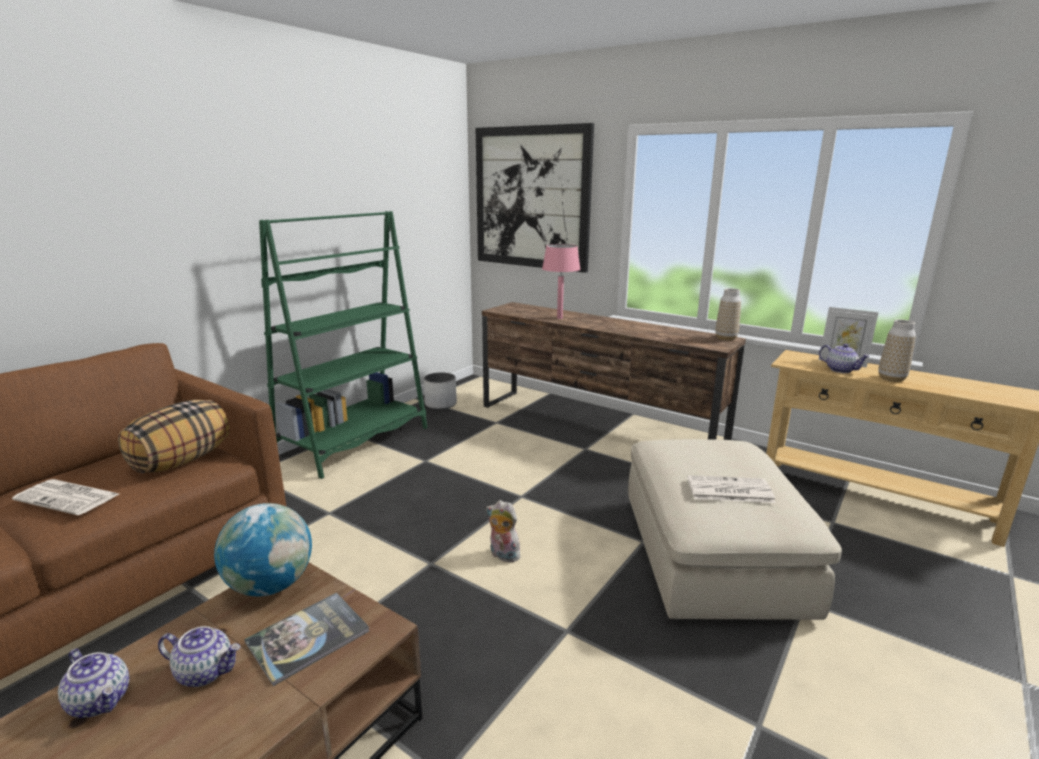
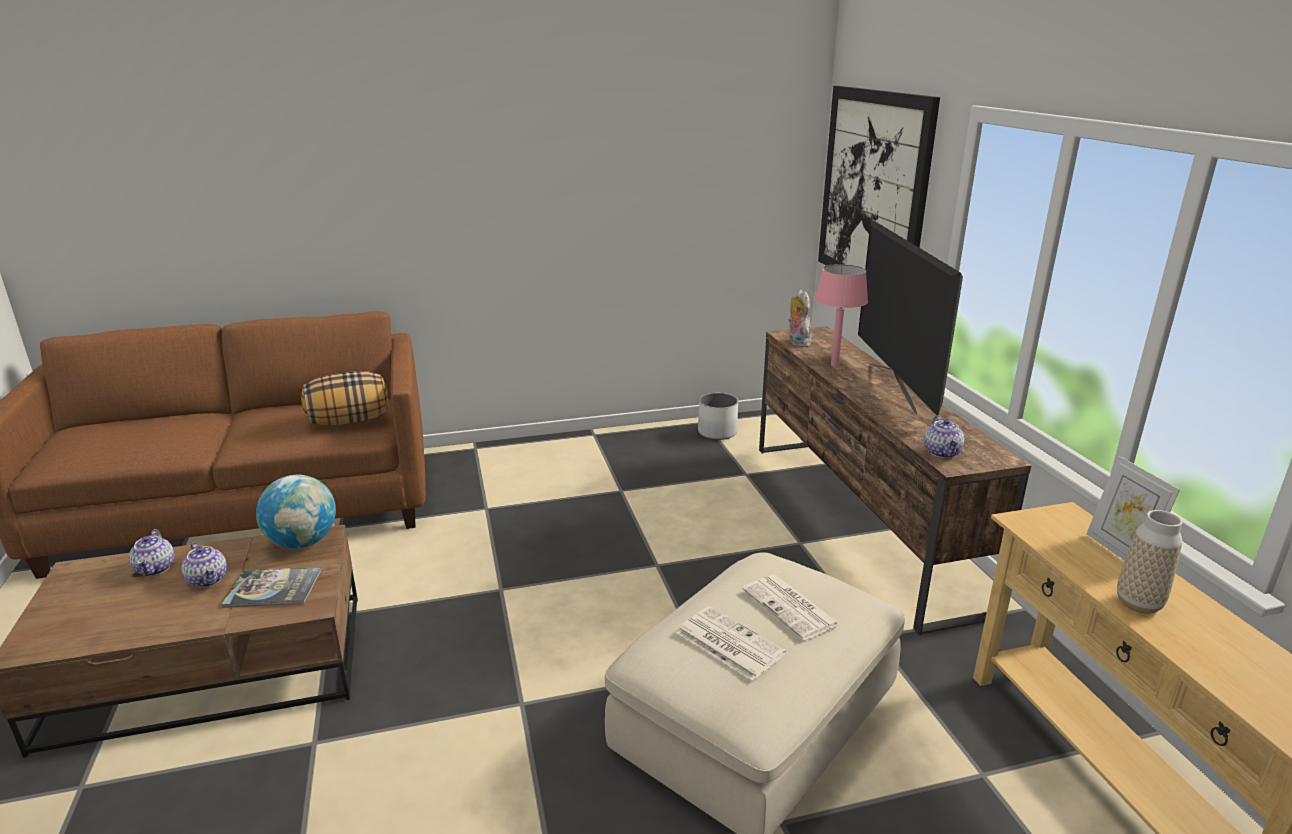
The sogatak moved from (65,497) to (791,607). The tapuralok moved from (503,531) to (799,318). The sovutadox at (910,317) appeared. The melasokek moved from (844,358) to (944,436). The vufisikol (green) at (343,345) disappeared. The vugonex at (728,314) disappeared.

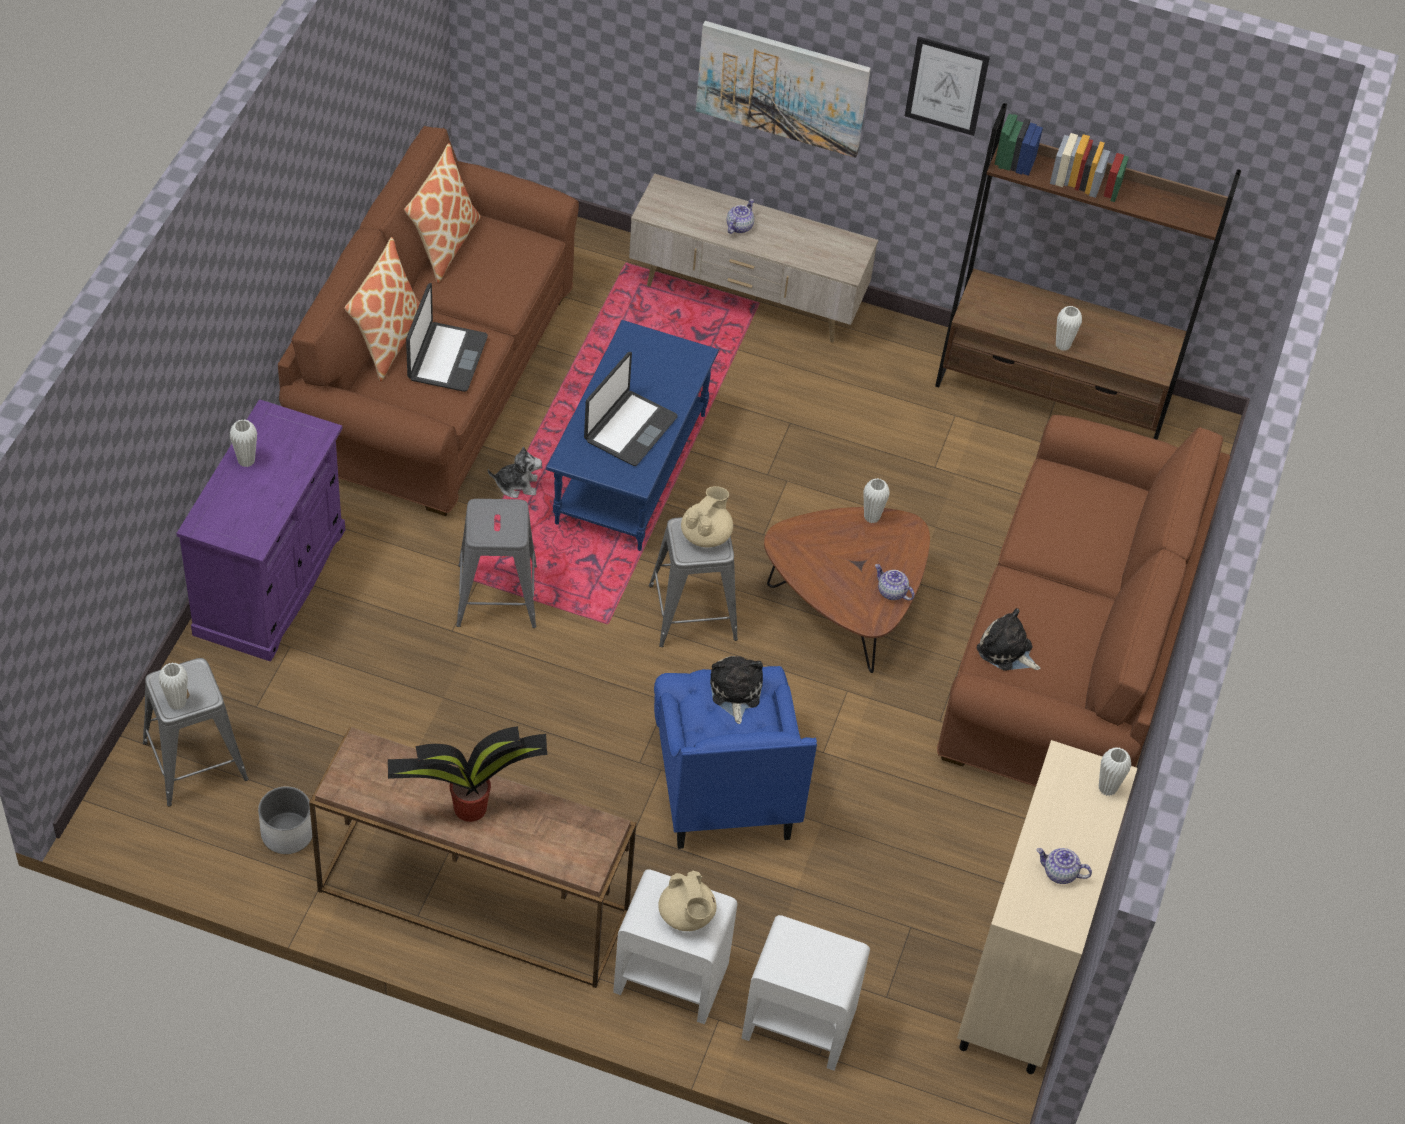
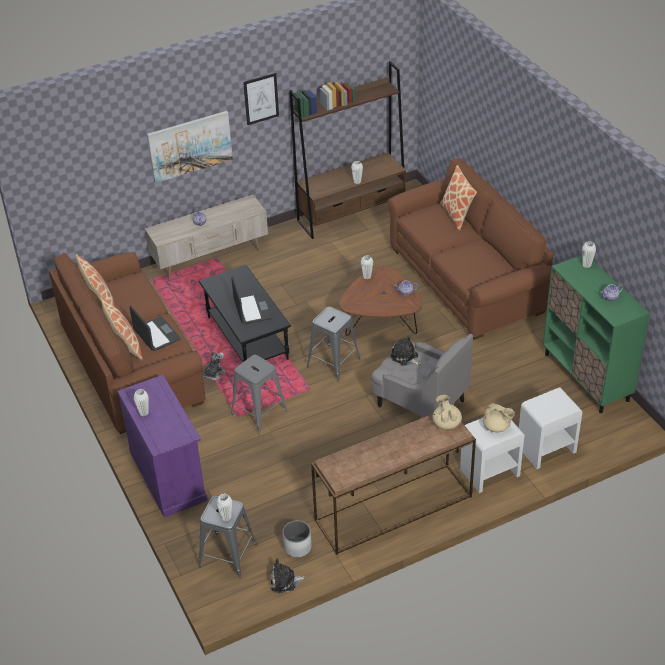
The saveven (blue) at (632,435) became the saveven (black) at (245,313). The tapuralok moved from (1008,639) to (288,575). The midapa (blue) at (735,757) became the midapa (grey) at (422,375). The melasokek (beige) moved from (707,516) to (447,412). The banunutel at (458,198) appeared. The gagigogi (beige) at (1047,907) became the gagigogi (green) at (596,334). The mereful at (467,774) disappeared.

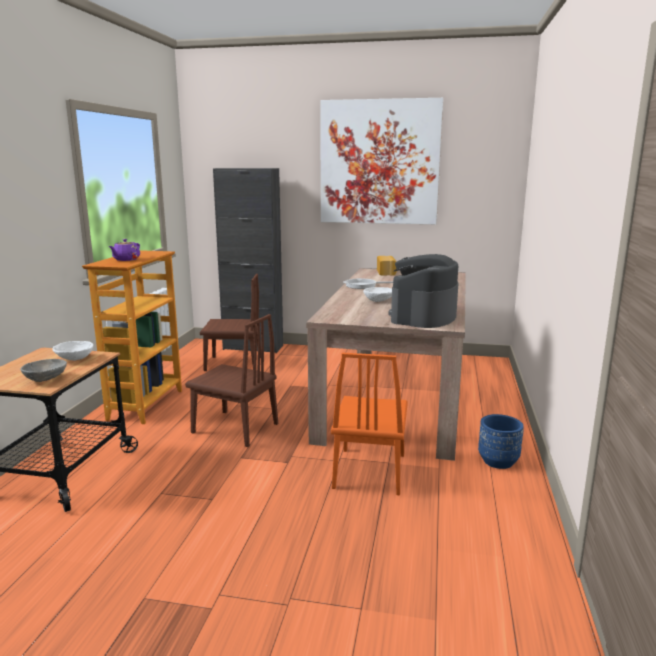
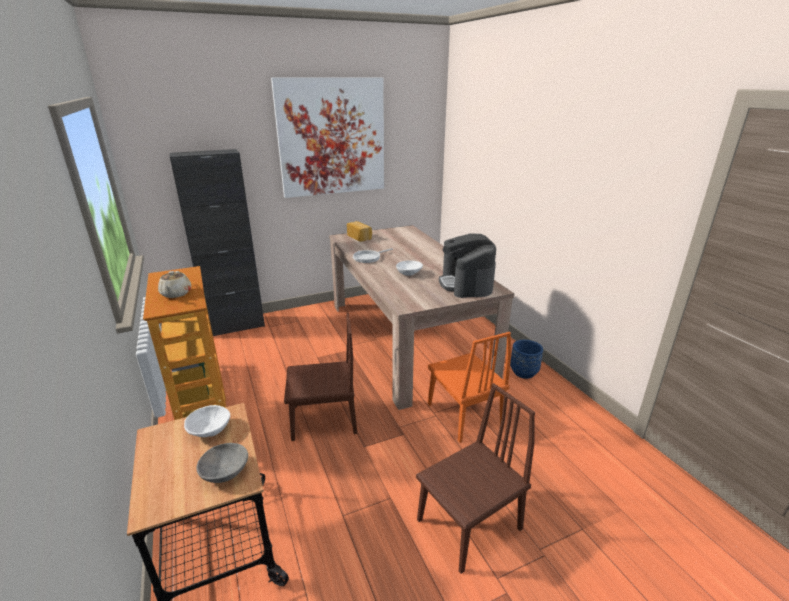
The melasokek (purple) at (124,250) became the melasokek (beige) at (174,284). The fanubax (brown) moved from (230,322) to (475,478).

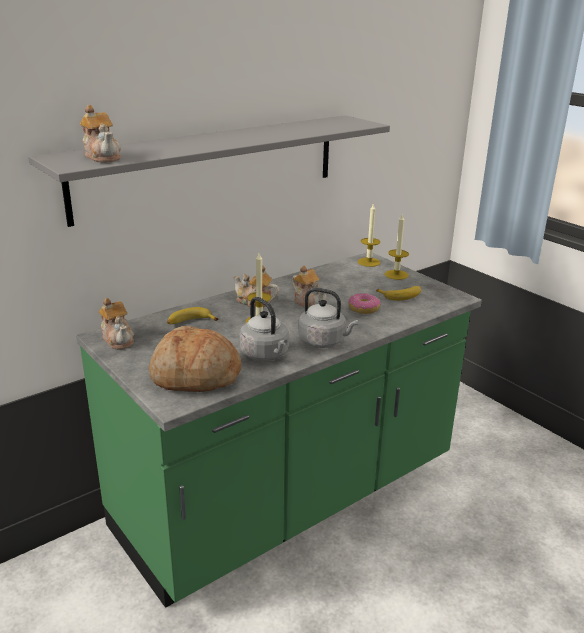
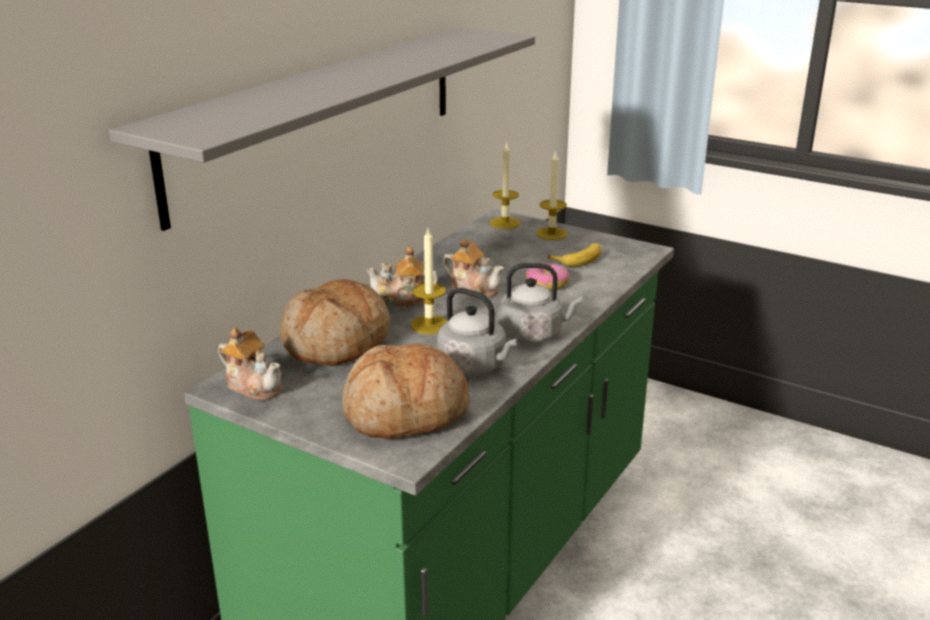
The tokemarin at (192,315) was replaced by the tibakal at (335,322). The melasokek at (100,134) disappeared.

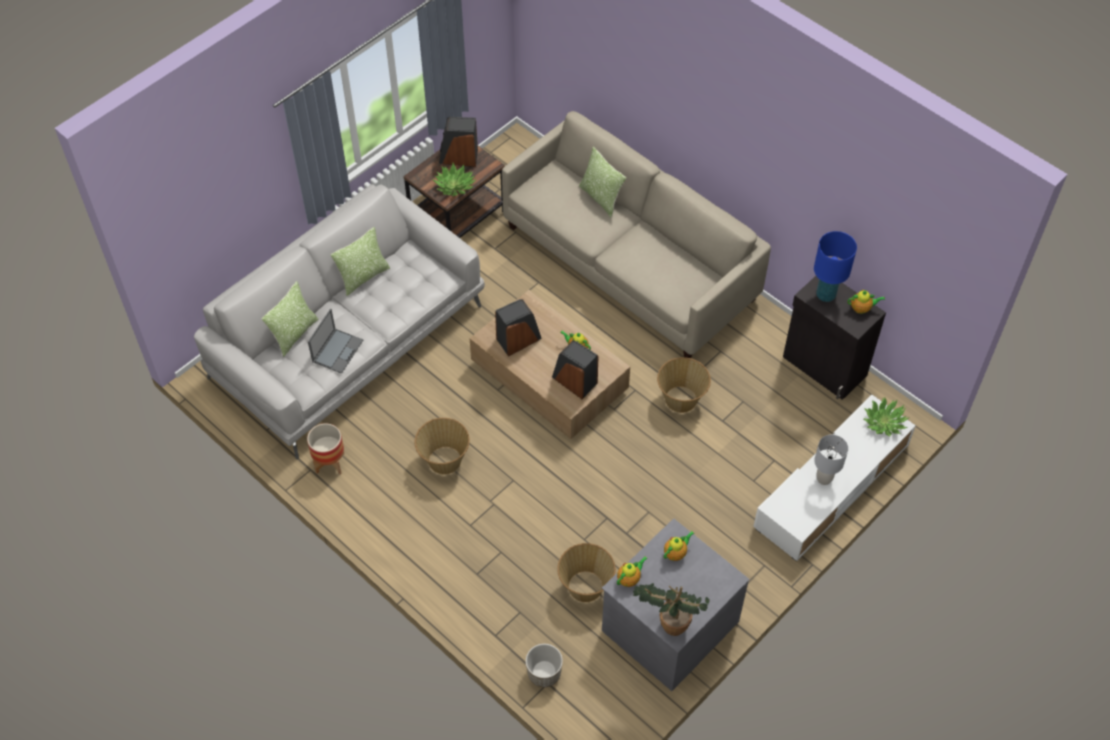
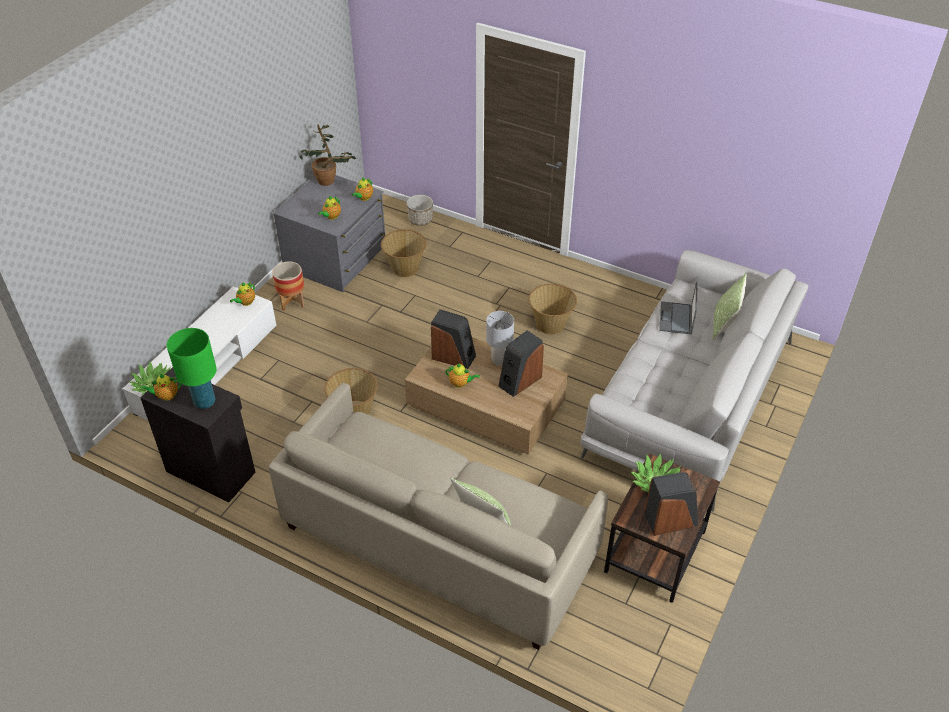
The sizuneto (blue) at (835,266) became the sizuneto (green) at (192,368). The melasokek at (242,294) appeared. The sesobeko moved from (325,448) to (288,286). The sizuneto (grey) moved from (831,460) to (500,338). The banunutel at (360,261) disappeared.

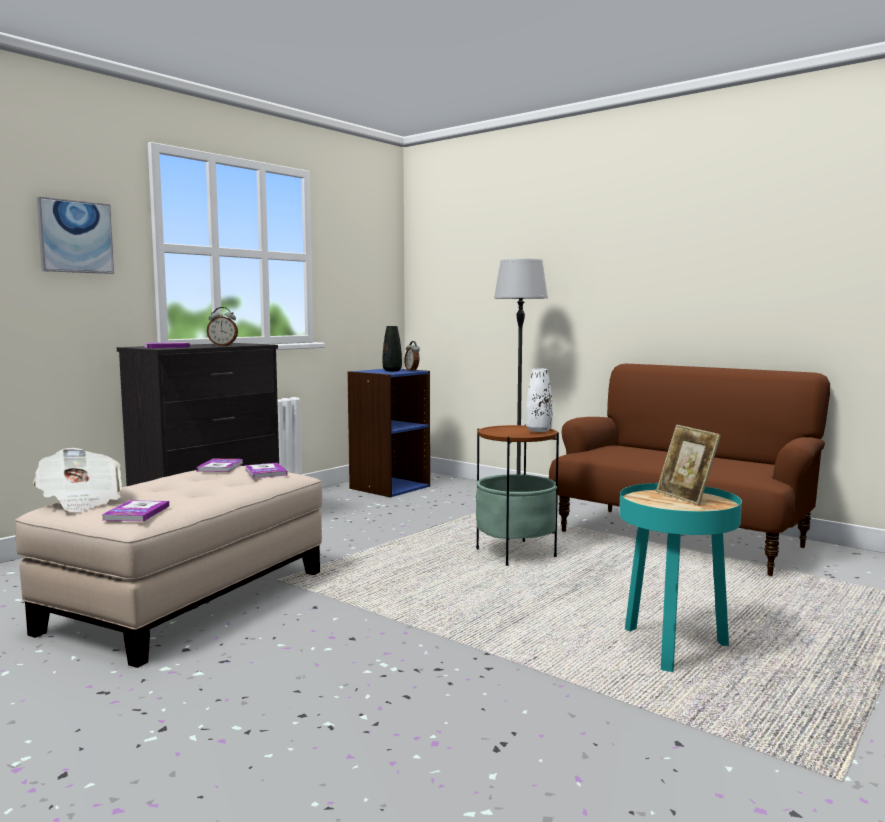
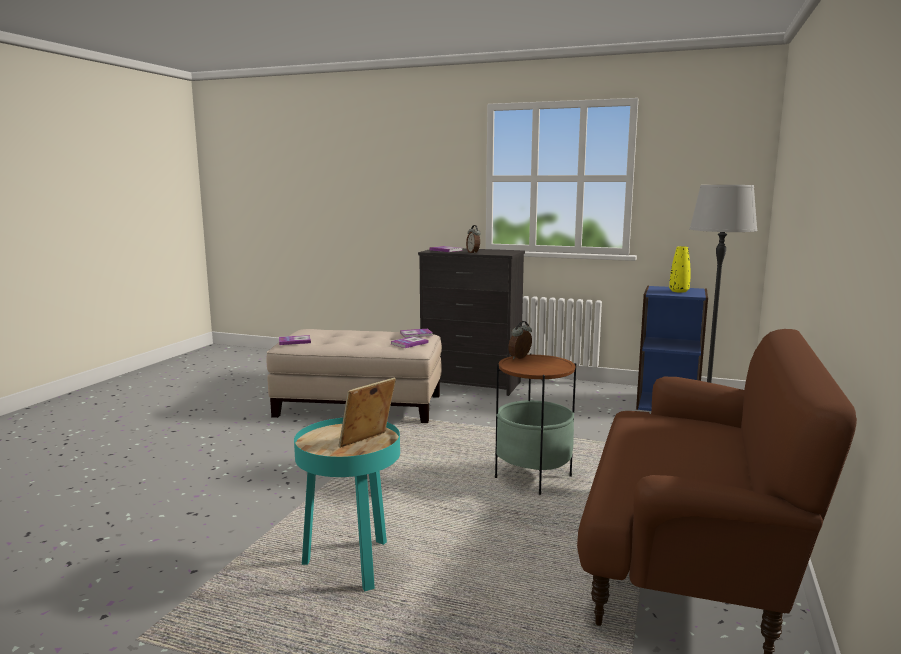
The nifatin moved from (412,356) to (520,340). The vugonex (black) at (392,348) became the vugonex (yellow) at (679,269). The sogatak at (77,480) disappeared. The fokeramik at (75,235) disappeared. The vugonex (white) at (539,400) disappeared.

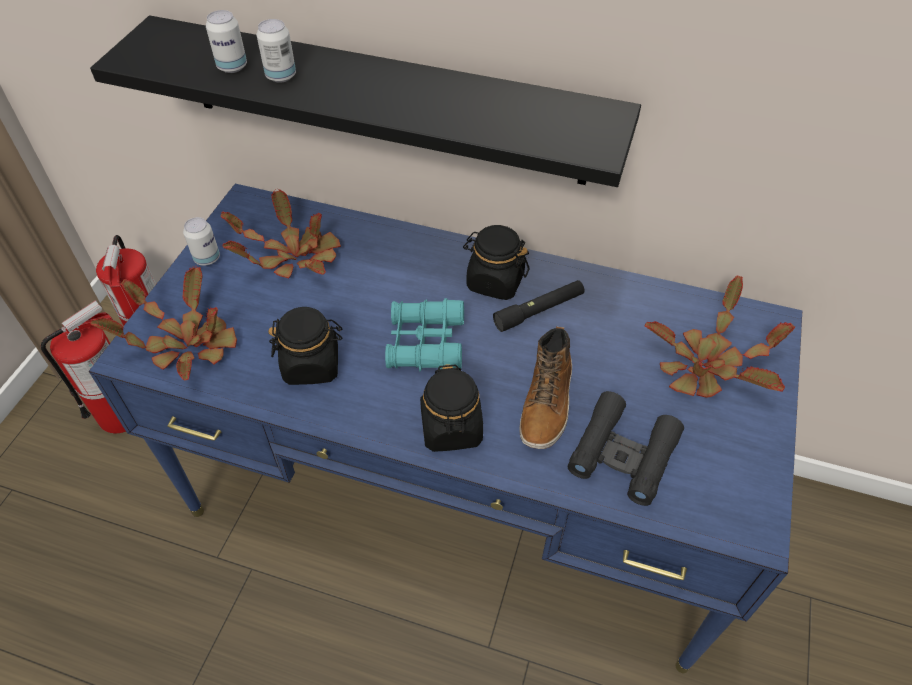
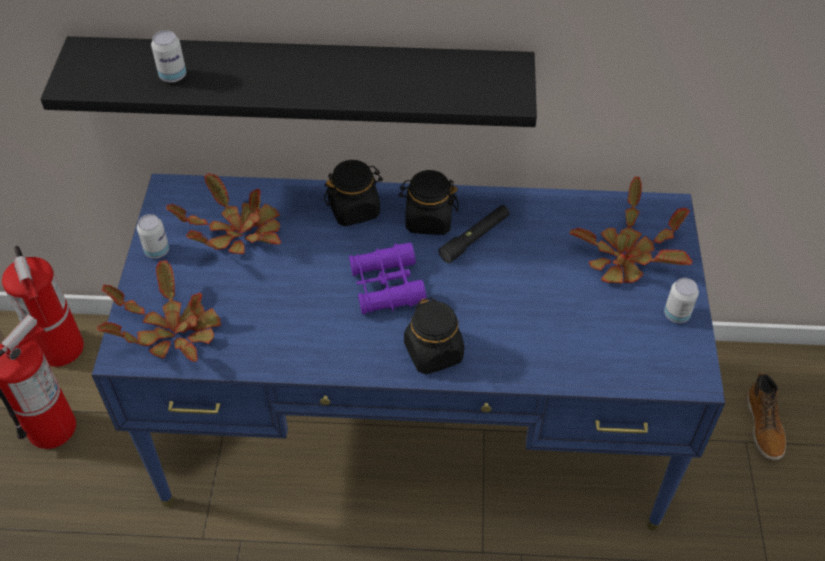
The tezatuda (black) moved from (305,346) to (353,193). The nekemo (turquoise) at (424,335) became the nekemo (purple) at (388,279). The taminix moved from (276,51) to (681,300). The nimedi moved from (545,388) to (766,416). The nekemo (black) at (626,448) disappeared.

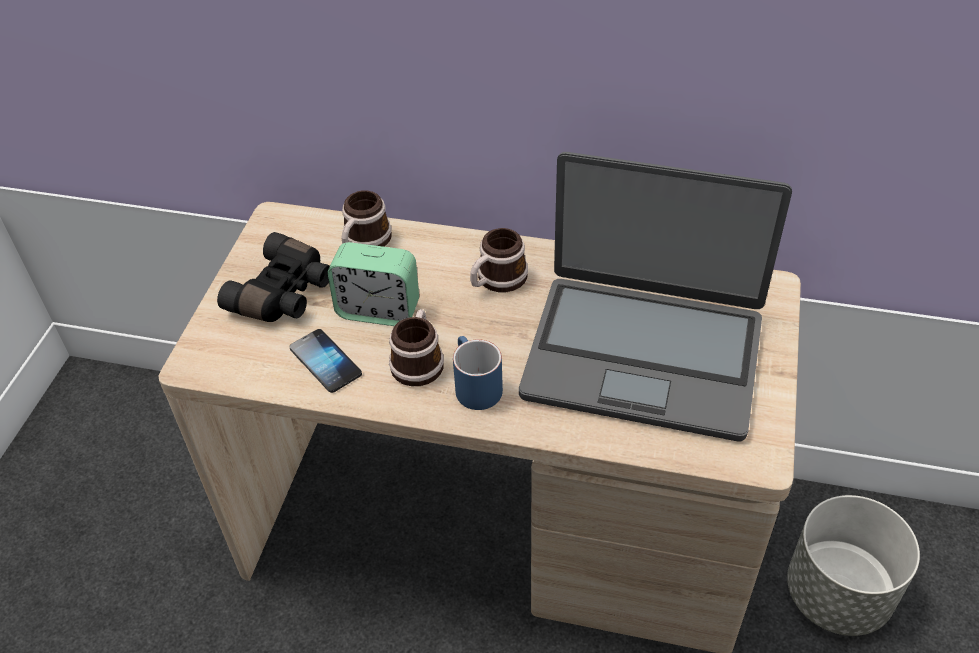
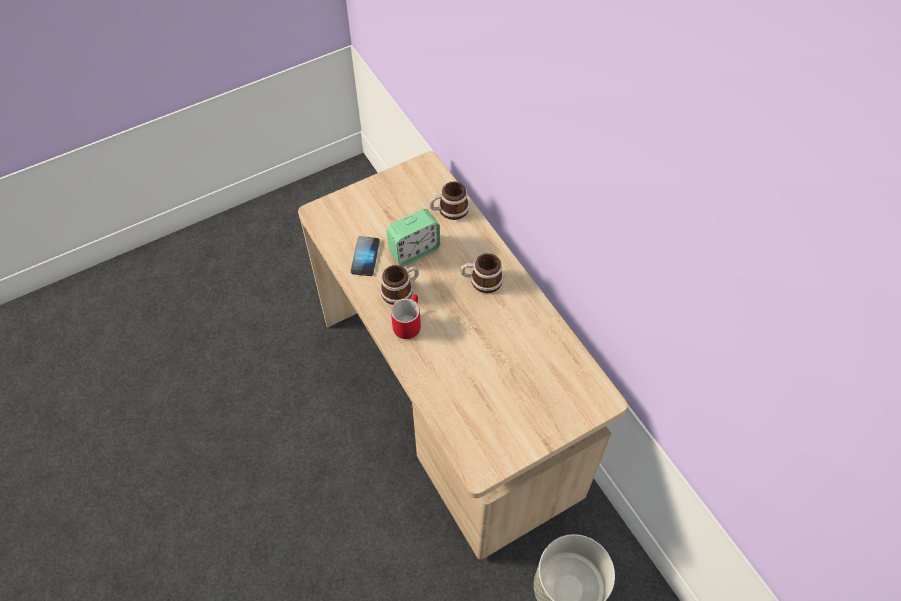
The nifatin at (373,284) turned 90 degrees counterclockwise. The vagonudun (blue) at (478,373) became the vagonudun (red) at (406,316). The nekemo (black) at (273,277) disappeared. The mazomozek at (655,296) disappeared.

